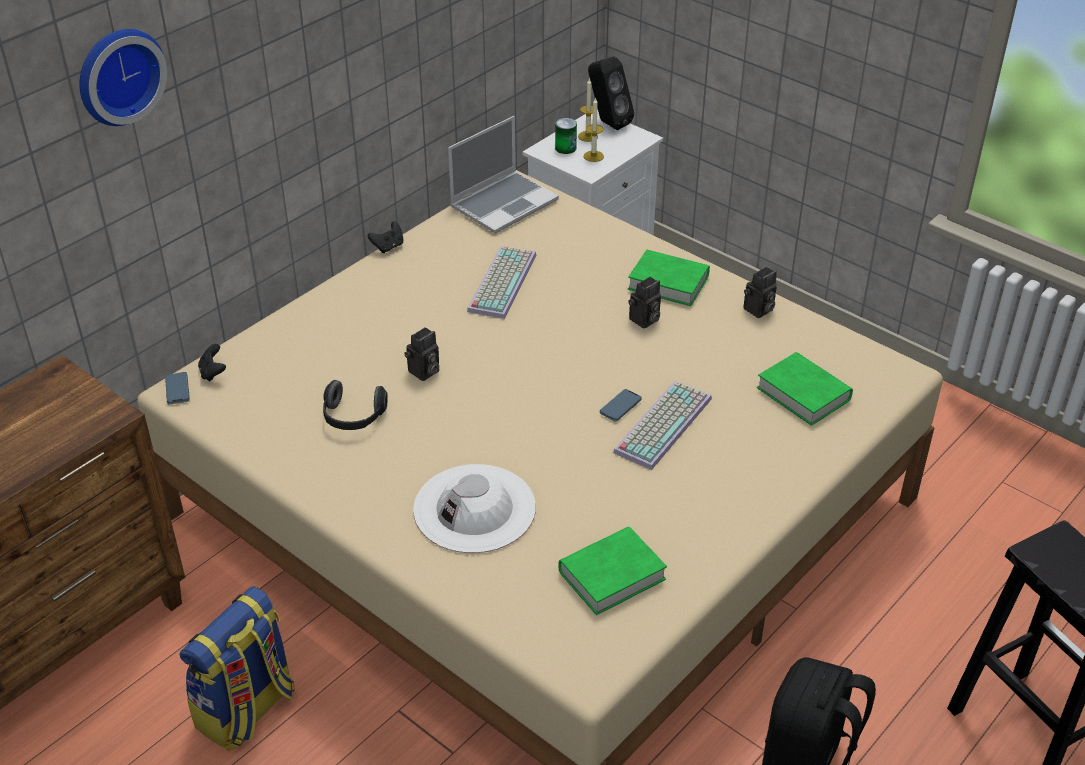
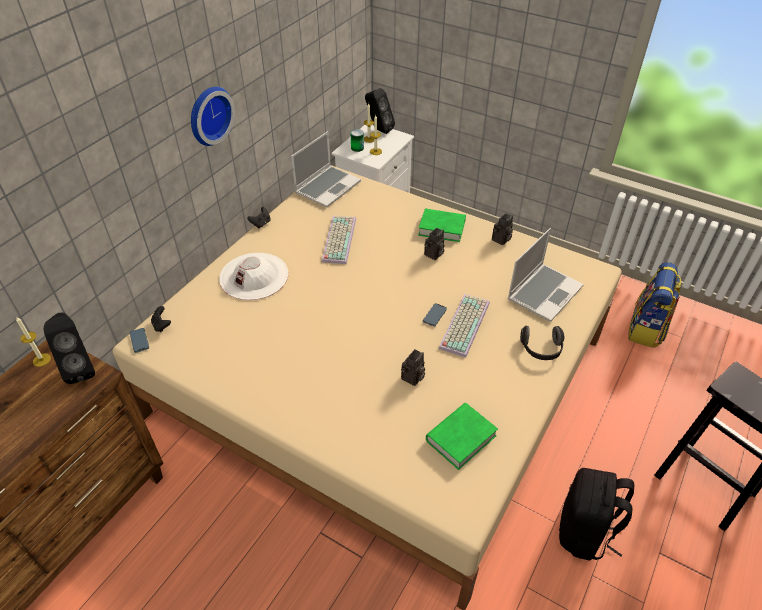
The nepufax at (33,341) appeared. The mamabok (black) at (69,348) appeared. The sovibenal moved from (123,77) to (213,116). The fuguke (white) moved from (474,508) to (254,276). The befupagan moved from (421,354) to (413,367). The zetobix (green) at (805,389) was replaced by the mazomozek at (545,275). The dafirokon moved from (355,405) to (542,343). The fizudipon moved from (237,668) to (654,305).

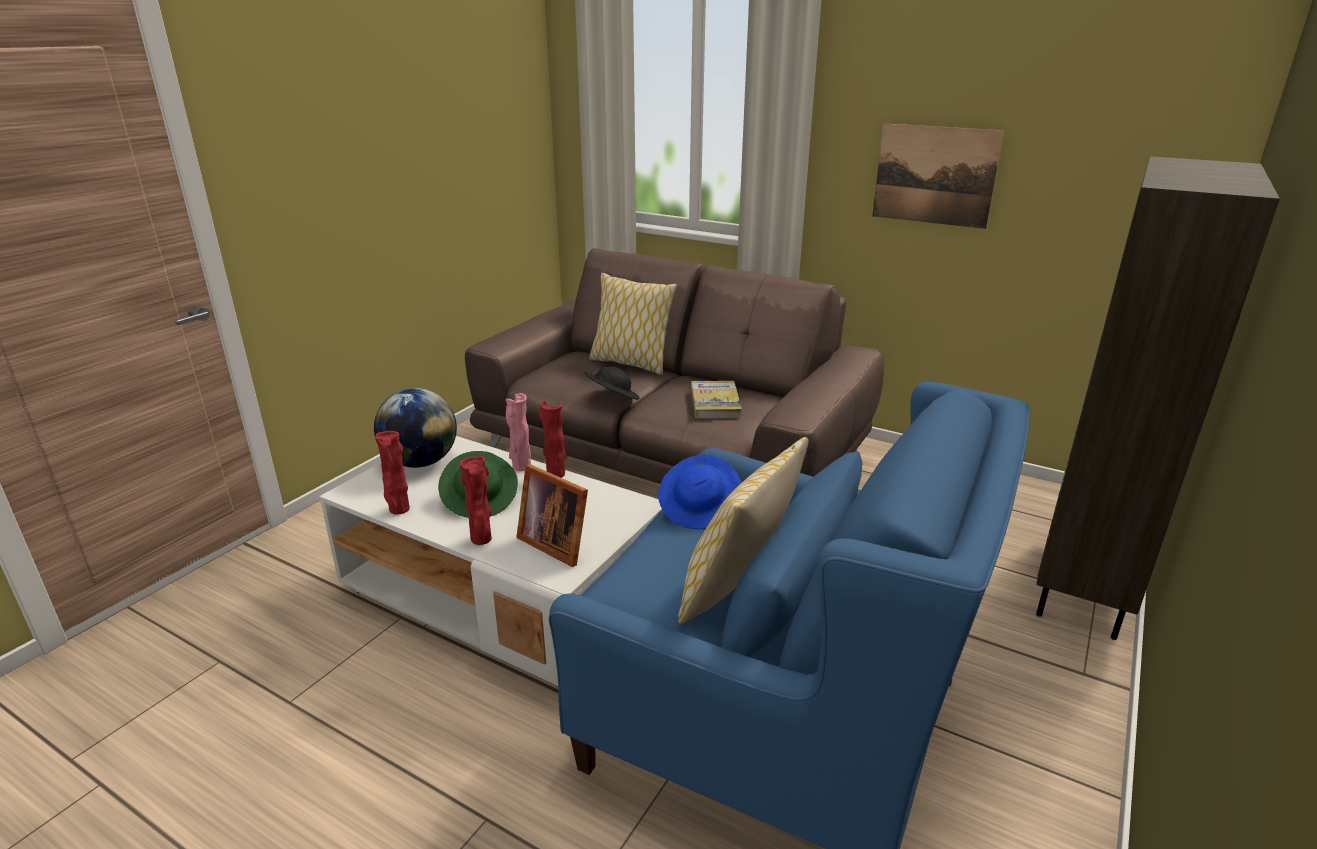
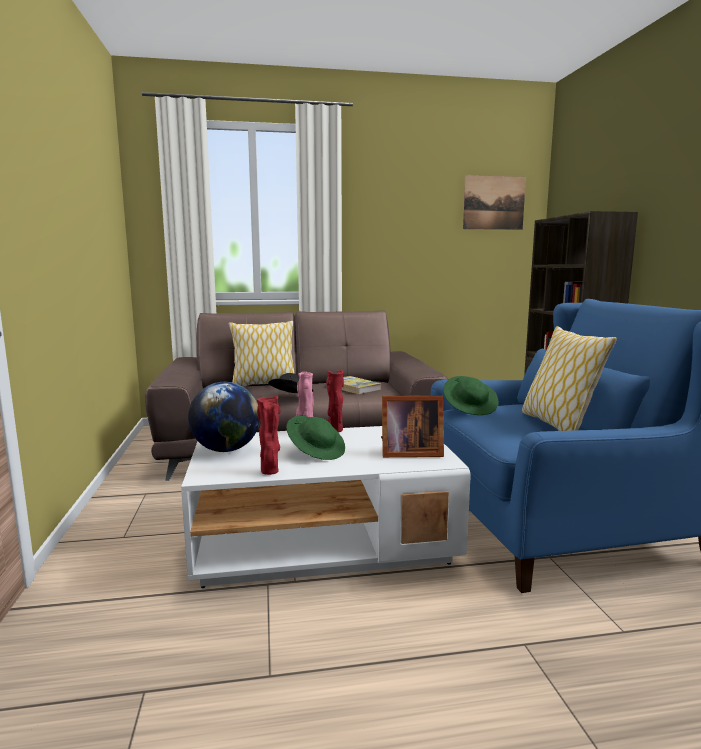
The fuguke (blue) at (699,492) became the fuguke (green) at (471,395). The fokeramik moved from (938,176) to (494,202). The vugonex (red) at (475,500) disappeared.

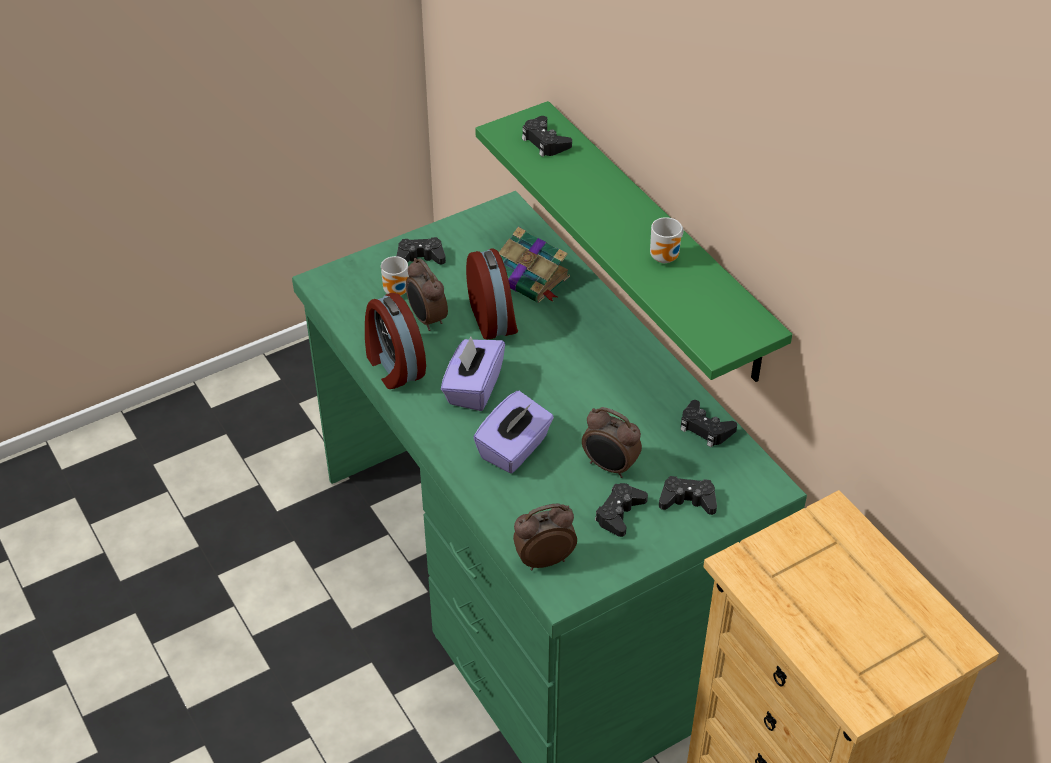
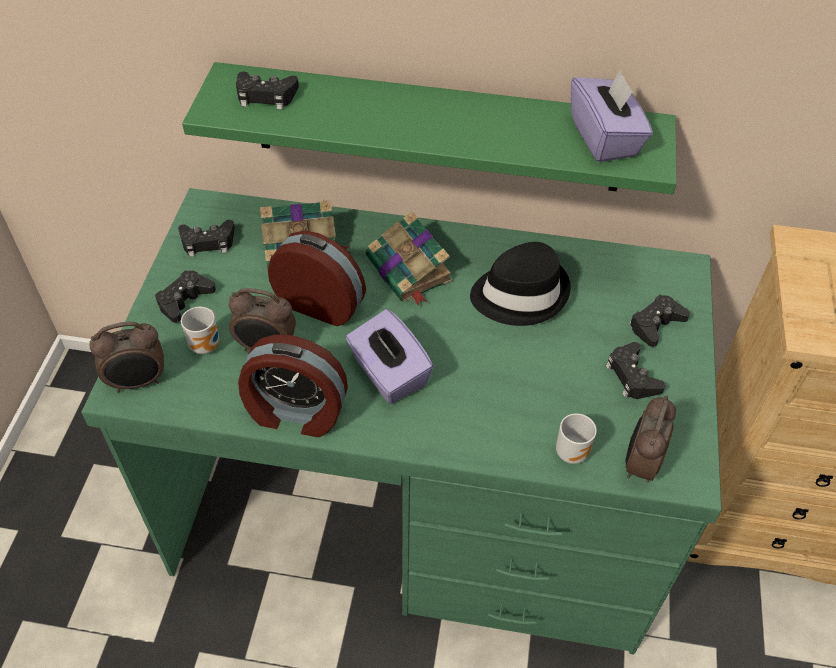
The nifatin moved from (612,442) to (127,357). The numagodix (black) moved from (708,423) to (206,238). The zetobix at (409,258) appeared. The fuguke (black) at (520,284) appeared. The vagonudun moved from (667,240) to (576,438). The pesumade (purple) moved from (513,432) to (612,115).

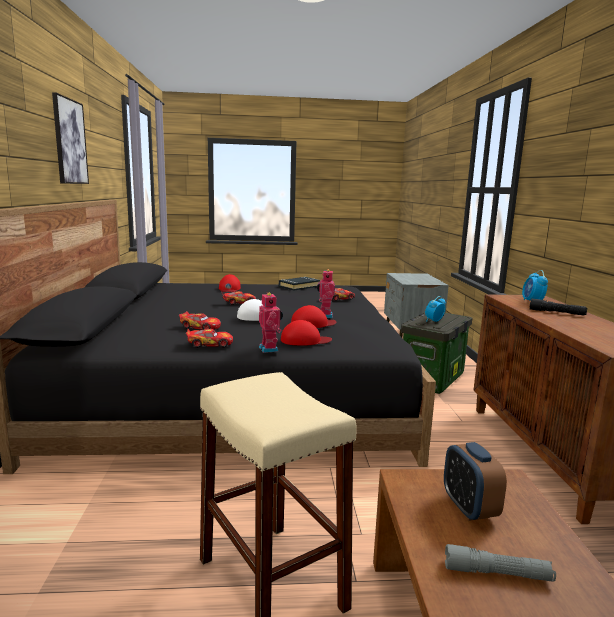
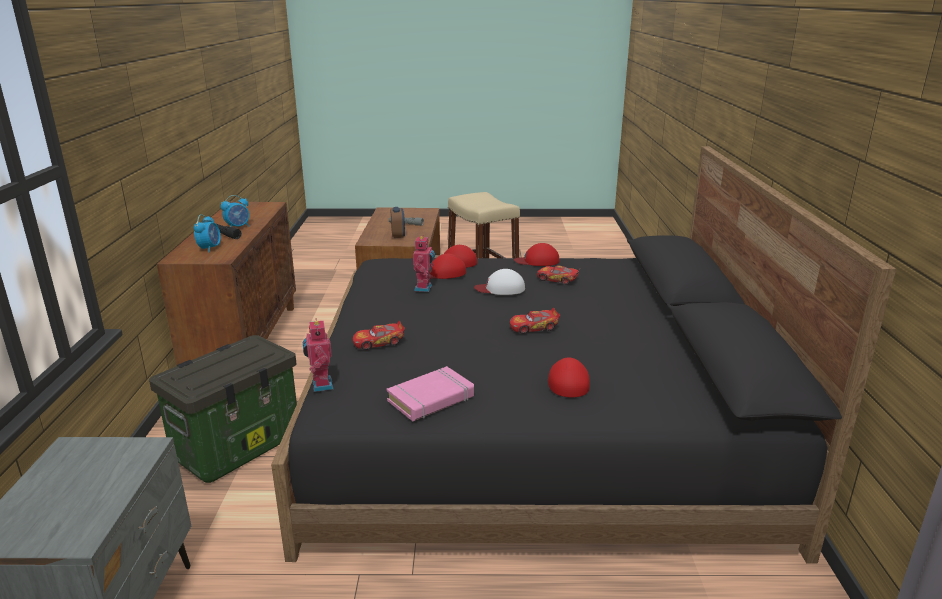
The nifatin moved from (435,309) to (235,211). The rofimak moved from (271,322) to (318,355). The zetobix (black) at (299,284) became the zetobix (pink) at (430,393). The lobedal at (209,338) was replaced by the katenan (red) at (536,254). The fokeramik at (70,138) disappeared.

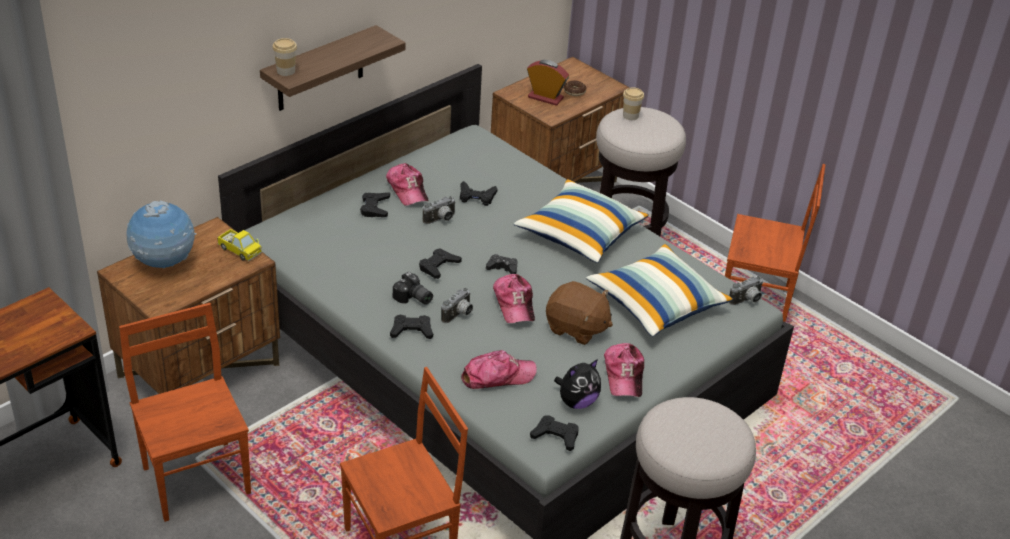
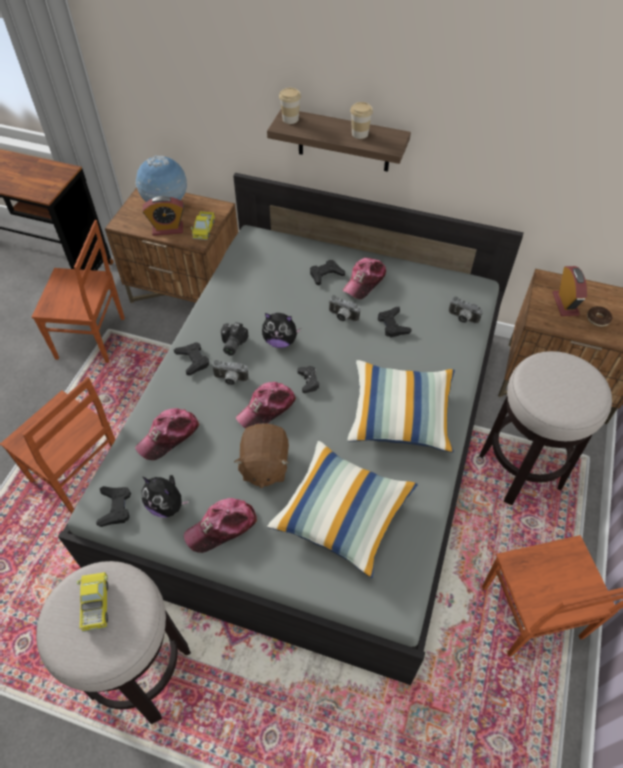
The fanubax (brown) at (185,412) turned 60 degrees clockwise. The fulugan at (92,602) appeared. The katenan at (499,369) turned 90 degrees clockwise. The nifatin at (163,216) appeared. The numagodix (black) at (440,263) was replaced by the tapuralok at (281,330). The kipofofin moved from (633,103) to (361,120). The befupagan moved from (745,290) to (465,310).

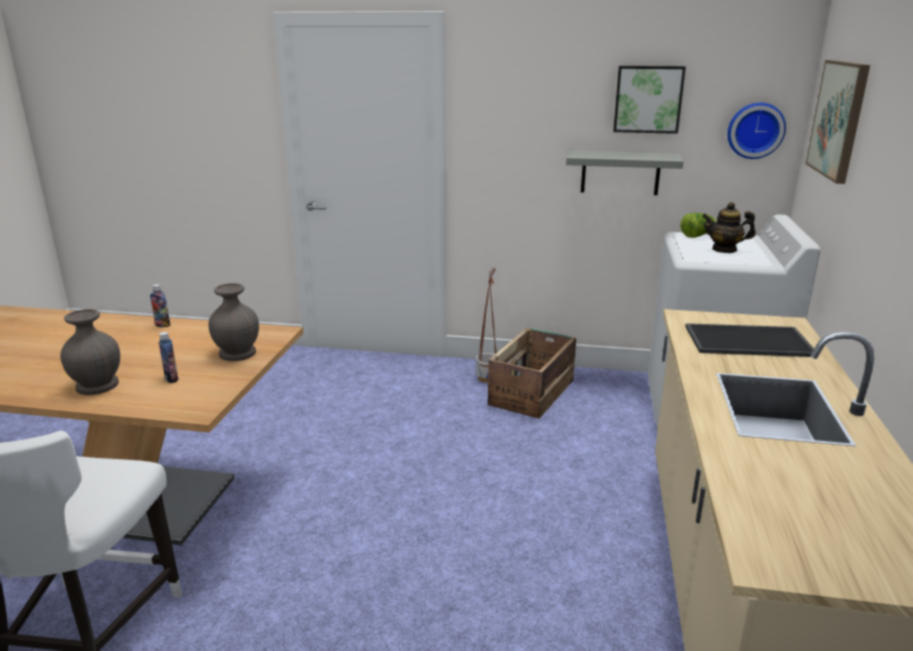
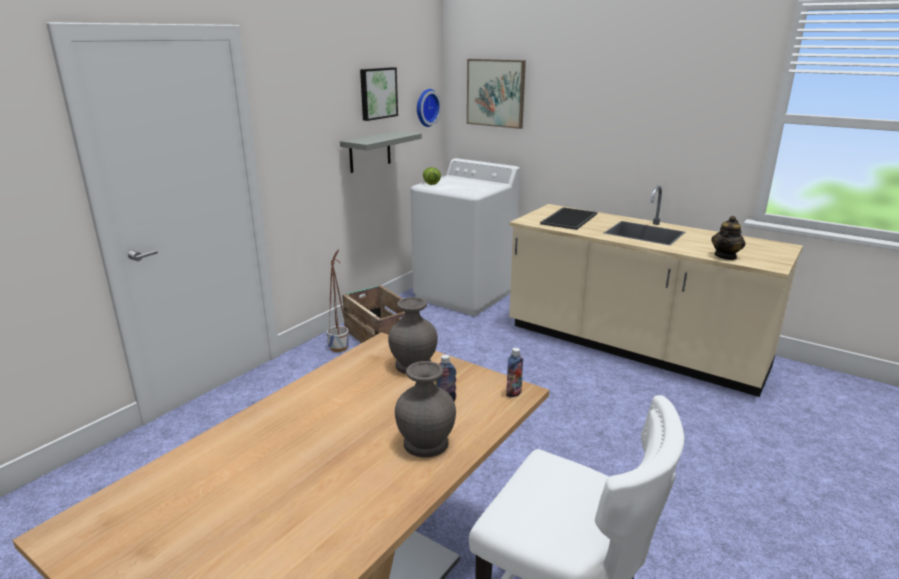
The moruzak moved from (160,305) to (514,373). The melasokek moved from (729,227) to (728,238).

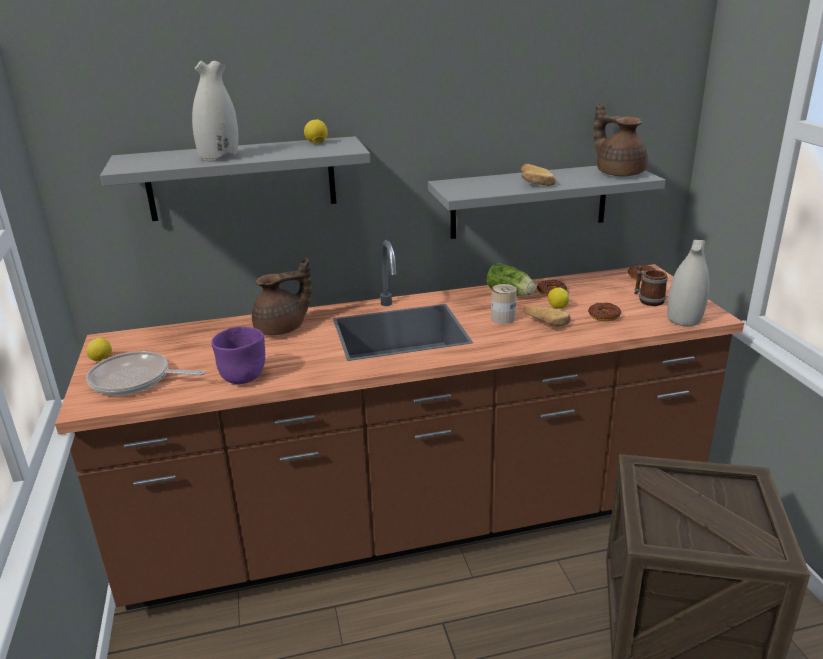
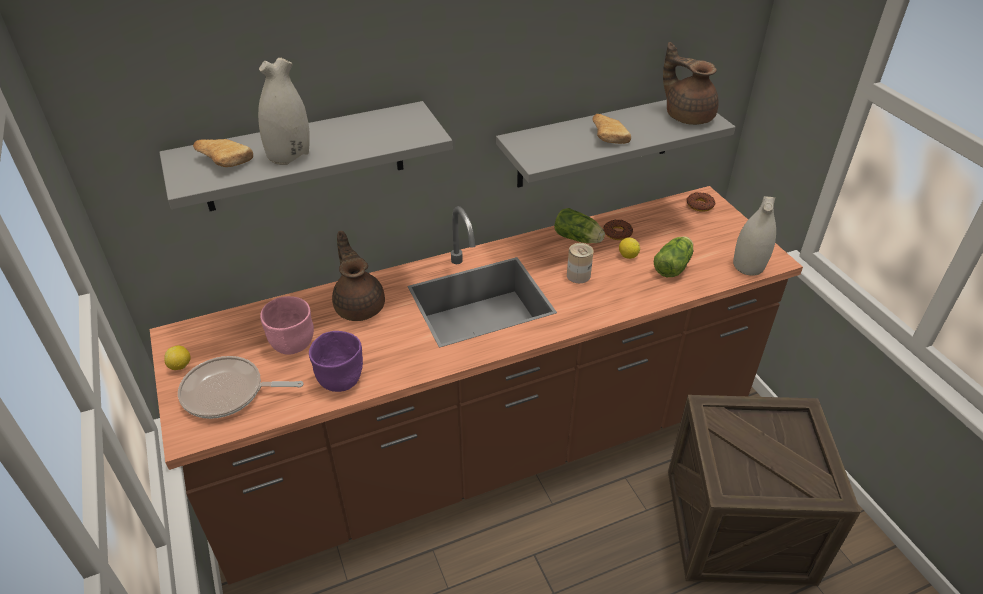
The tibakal moved from (547,316) to (223,153). The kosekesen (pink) at (287,325) appeared. The melasokek (brown) at (282,296) turned 75 degrees counterclockwise. The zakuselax at (604,312) was replaced by the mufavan at (673,256). The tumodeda at (316,131) disappeared. The vagonudun at (651,286) disappeared.

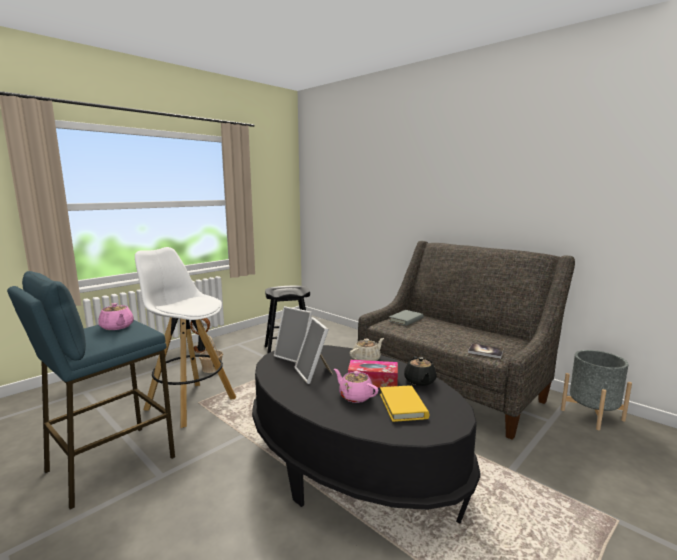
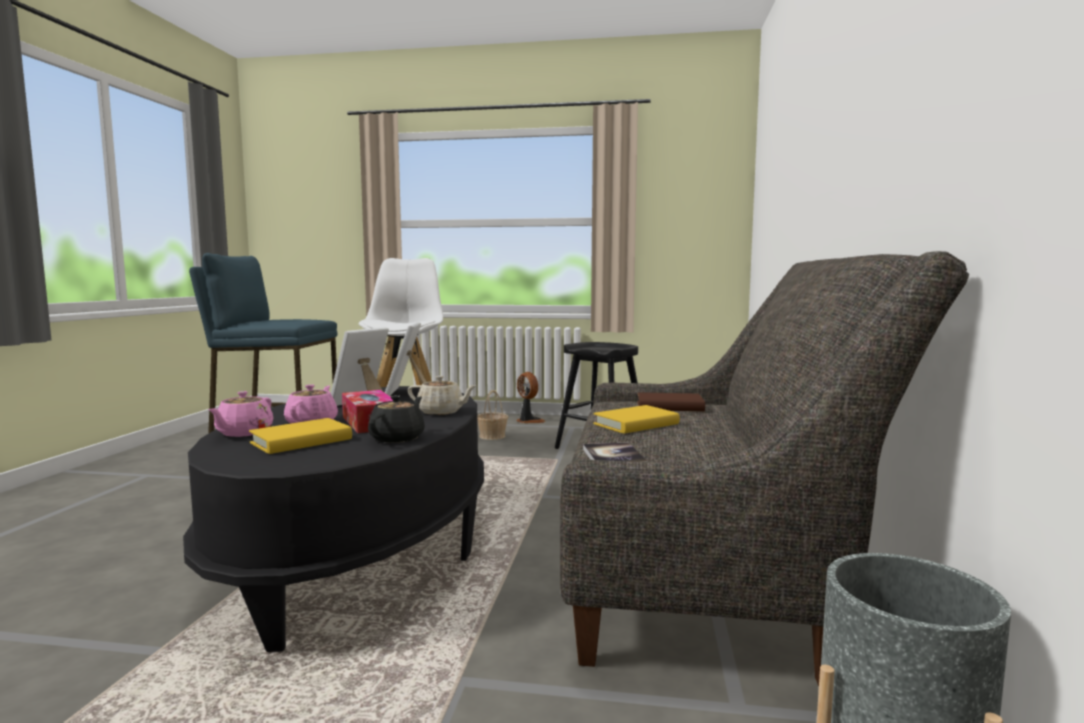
The melasokek (pink) moved from (116,316) to (240,414). The melasokek (black) at (420,371) turned 150 degrees clockwise. The zetobix (yellow) at (636,419) appeared. The zetobix (grey) at (406,318) became the zetobix (brown) at (671,402).

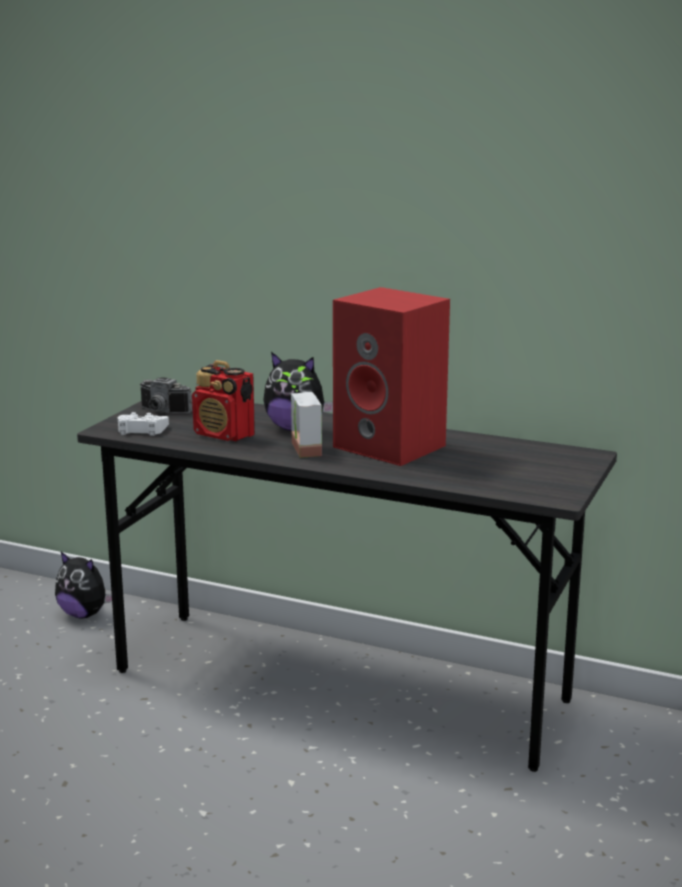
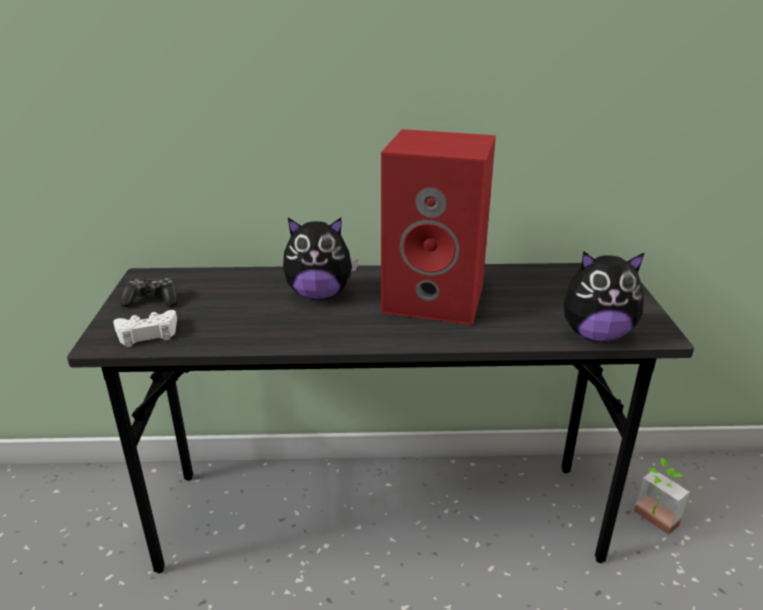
The befupagan at (166,395) was replaced by the numagodix at (148,292). The tapuralok moved from (83,585) to (604,297). The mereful moved from (299,412) to (662,496). The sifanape at (223,400) disappeared.

